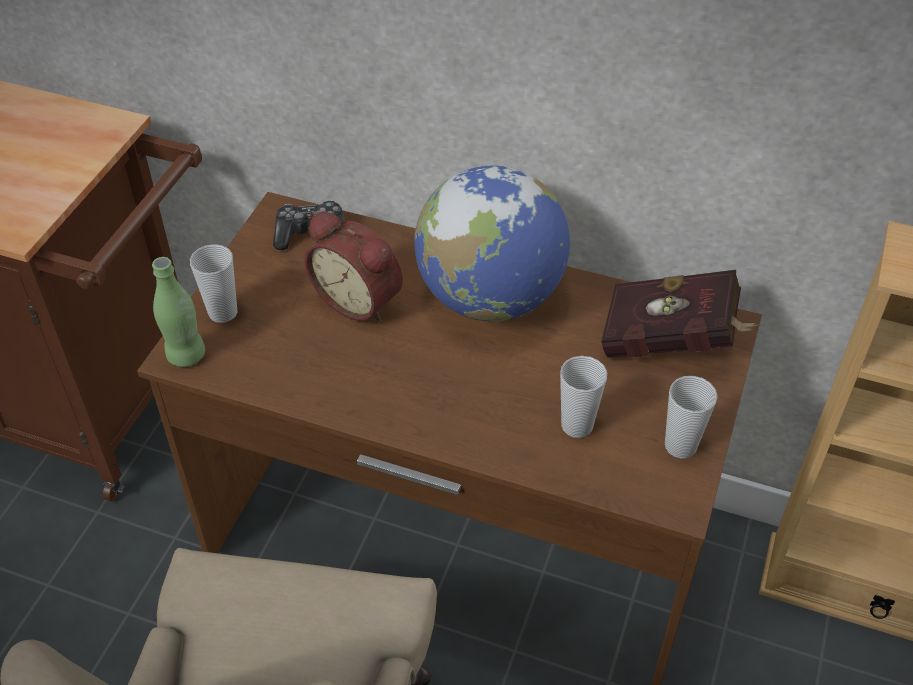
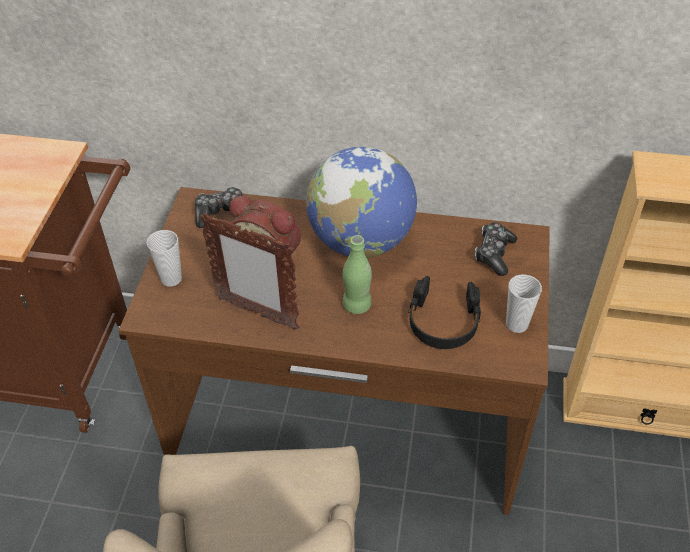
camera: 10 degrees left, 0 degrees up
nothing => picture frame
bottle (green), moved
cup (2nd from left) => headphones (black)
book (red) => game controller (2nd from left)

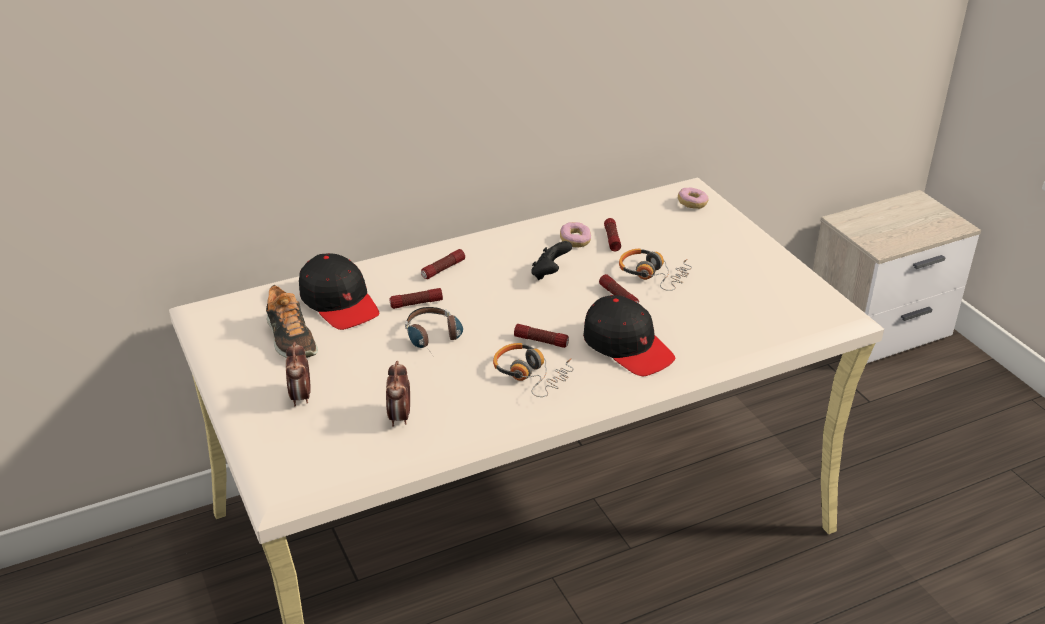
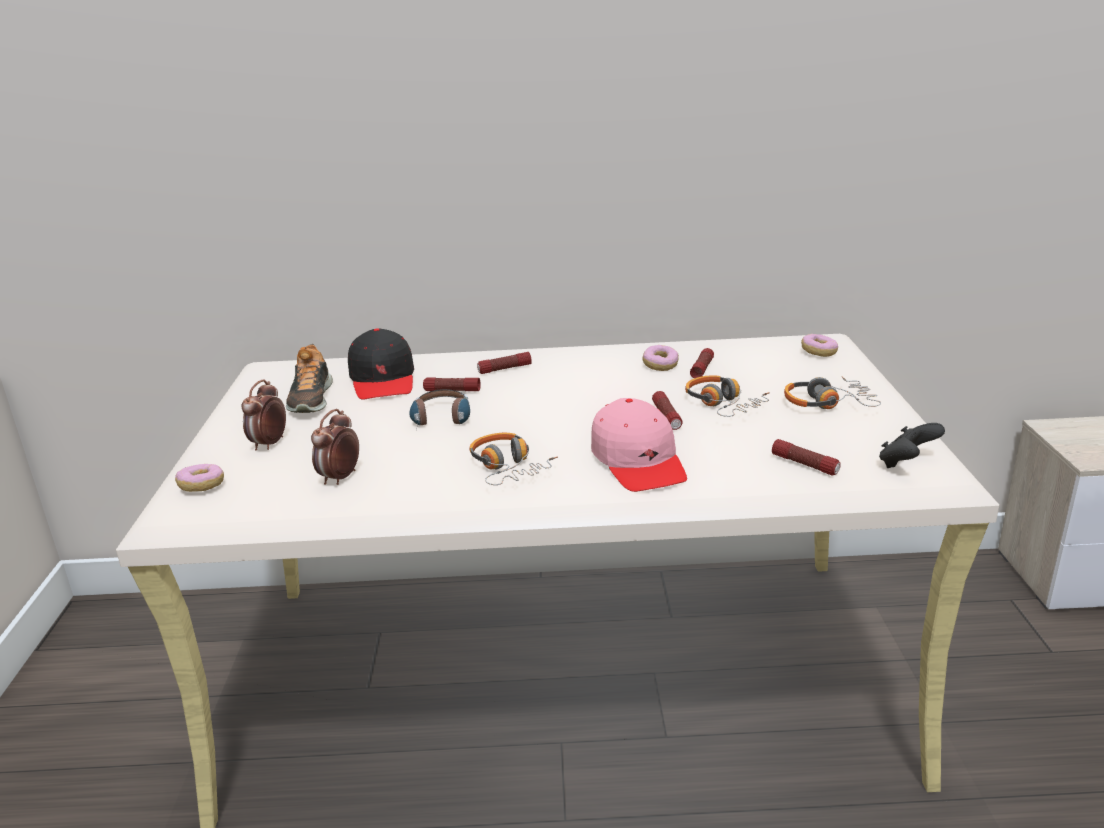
camera: 25 degrees right, 10 degrees down
nothing => donut (1st from left)
cap (black) (2nd from left) => cap (pink)
flashlight (3rd from left in the first image) => flashlight (5th from left), moved
nothing => headphones (4th from left)
game controller (black), moved

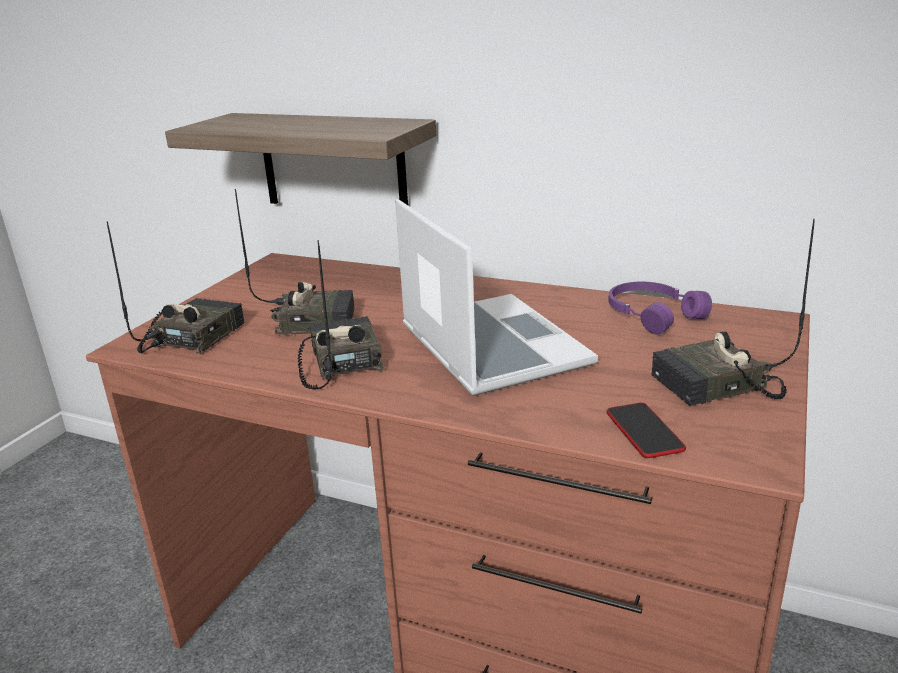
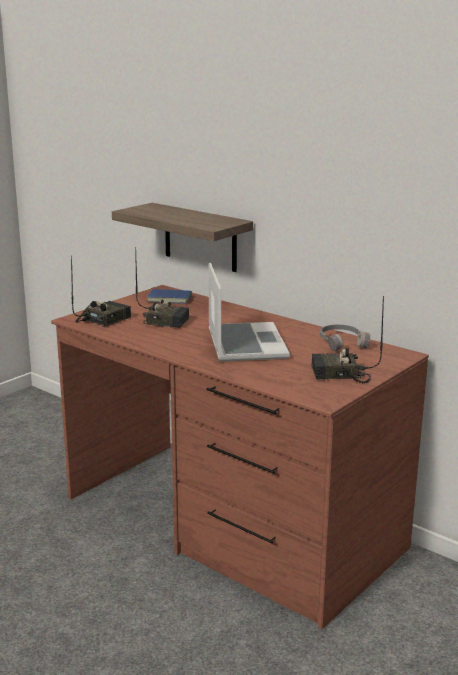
camera: 15 degrees right, 5 degrees down
nothing => book (blue)
headphones (purple) => headphones (grey)
radio (3rd from left) => nothing
phone => nothing

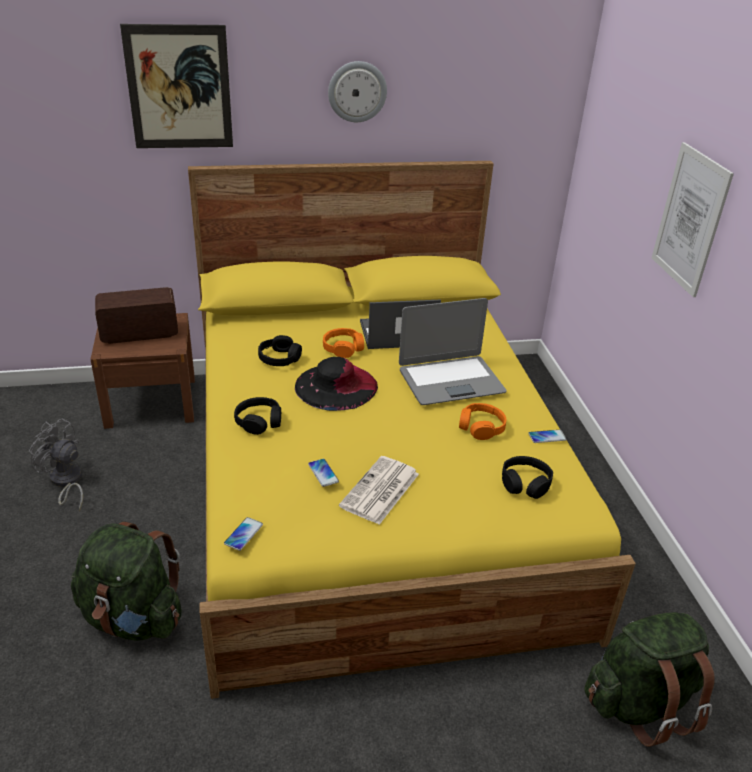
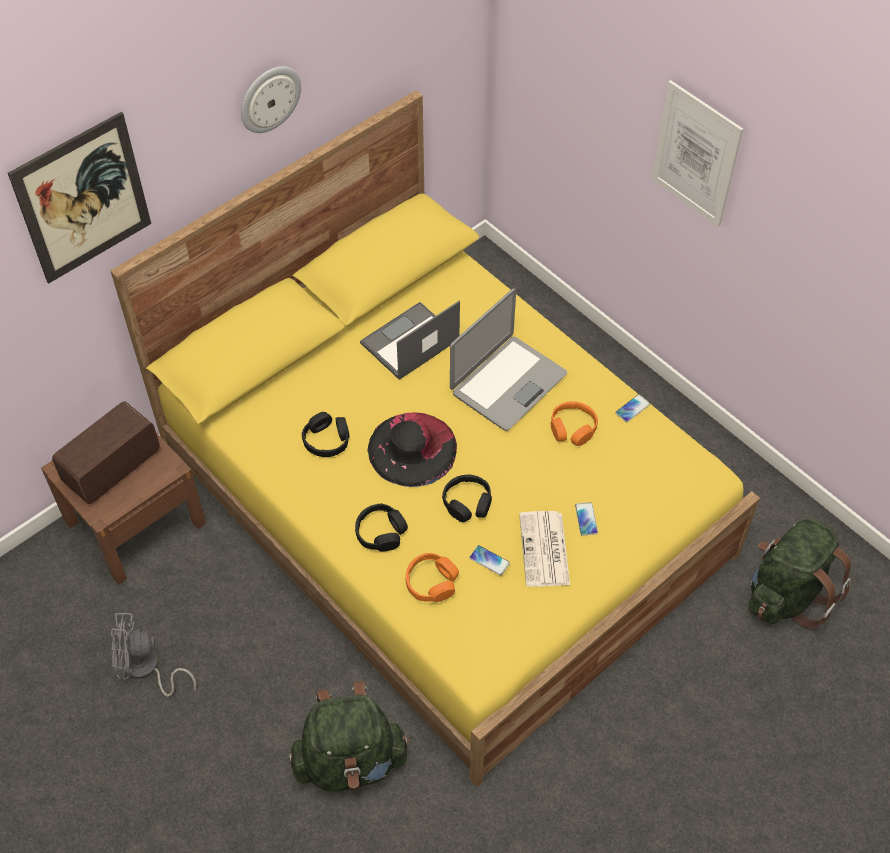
camera: 30 degrees left, 20 degrees up
headphones (orange) (1st from left), moved
headphones (black) (3rd from left), moved
phone (1st from left in the first image) => phone (2nd from left), moved

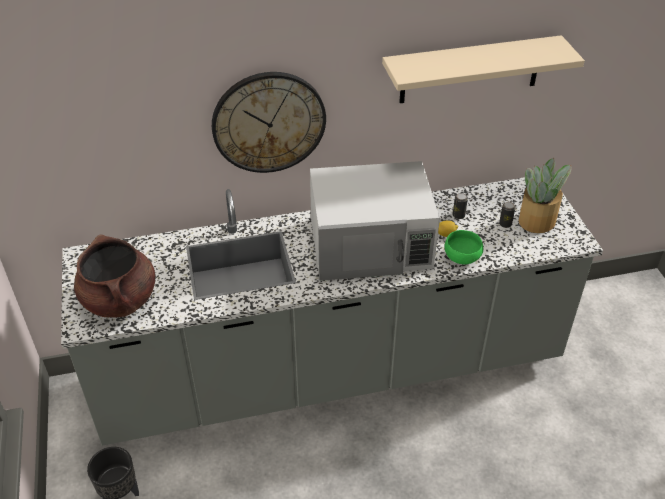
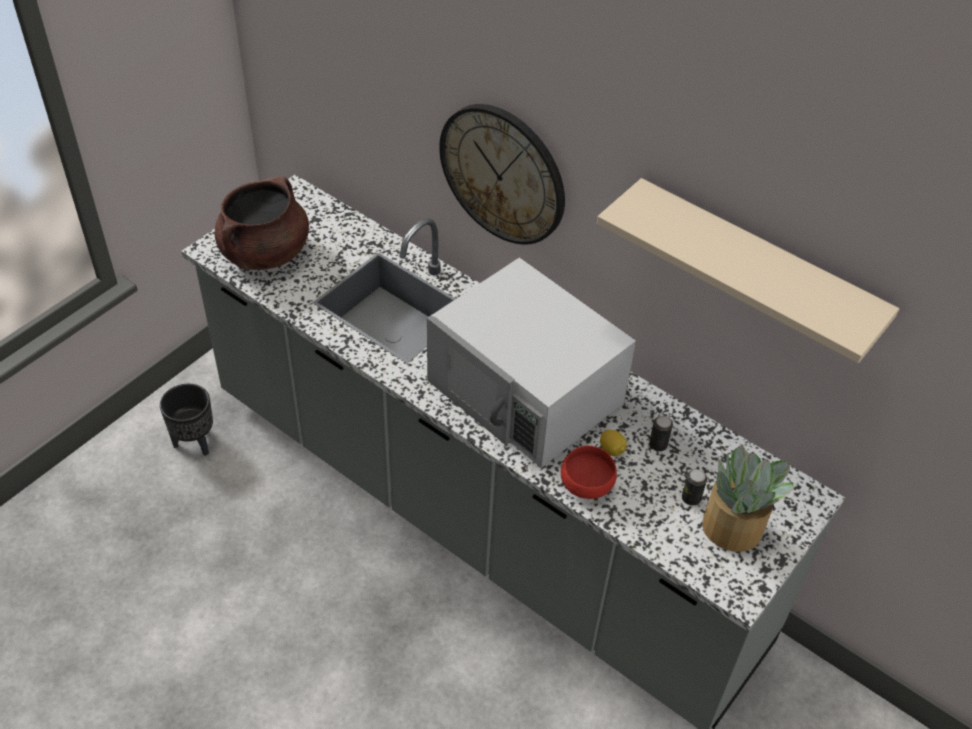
camera: 50 degrees right, 5 degrees up
bowl (green) => bowl (red)

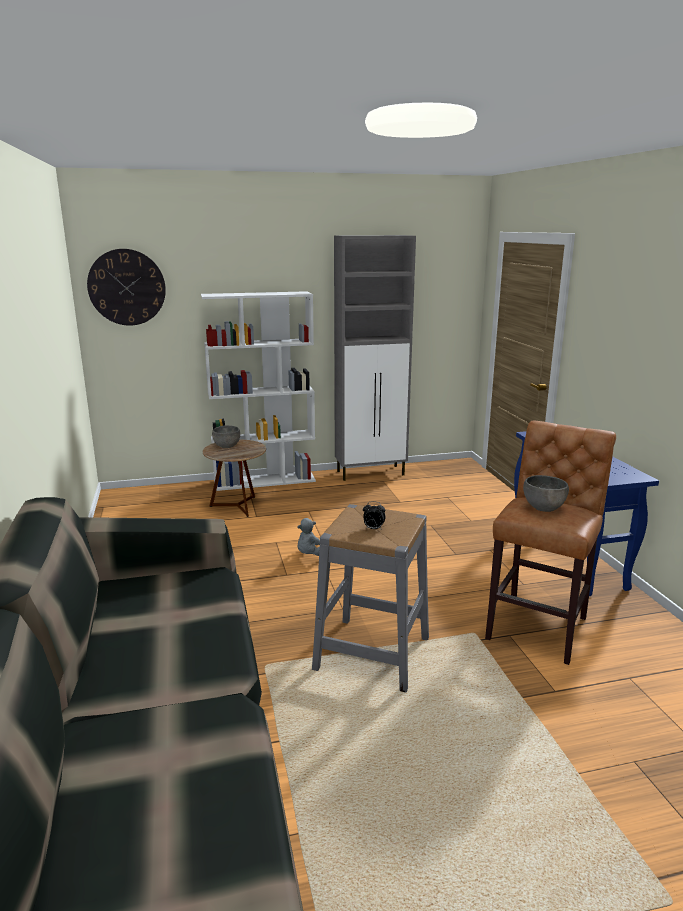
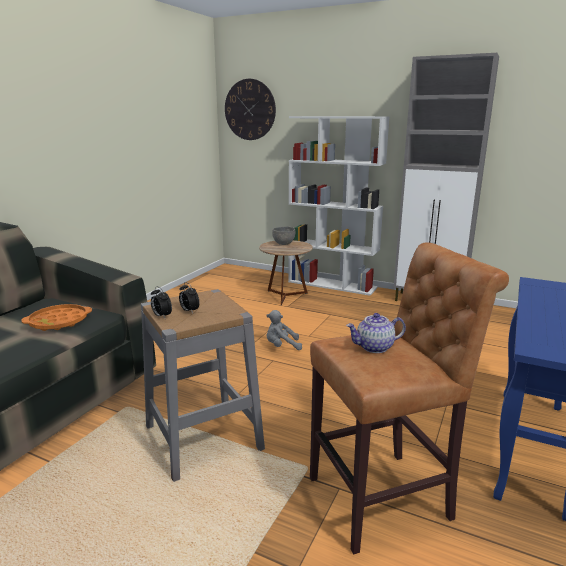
camera: 40 degrees right, 0 degrees up
nothing => tray (orange)
nothing => alarm clock (1st from left)
bowl (grey) (2nd from left) => teapot

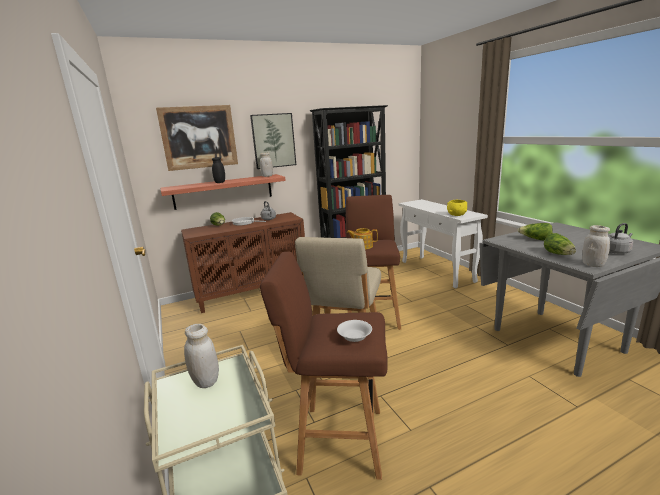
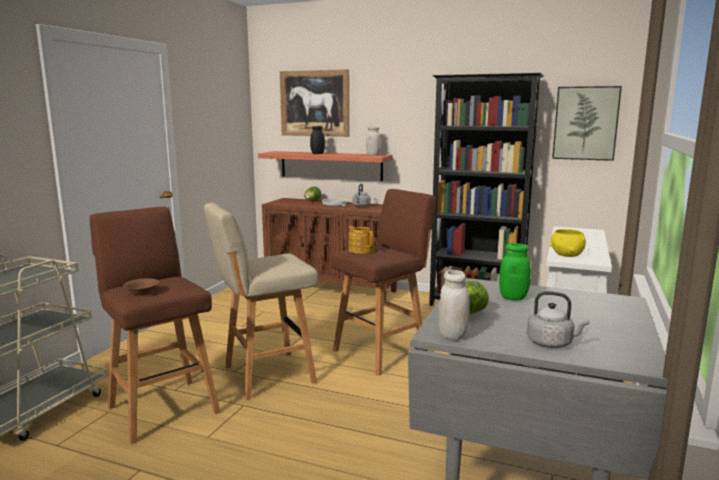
camera: 45 degrees right, 5 degrees down
bowl (white) => bowl (brown)
lettuce (2nd from left) => jar (green)
picture (2nd from left), moved
jar (white) (1st from left) => nothing

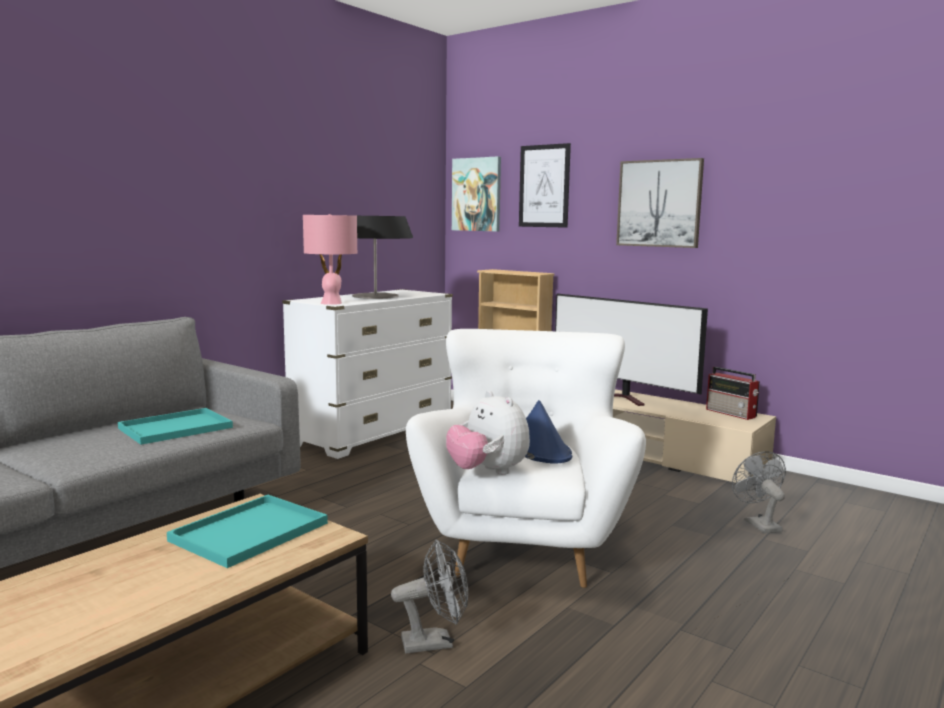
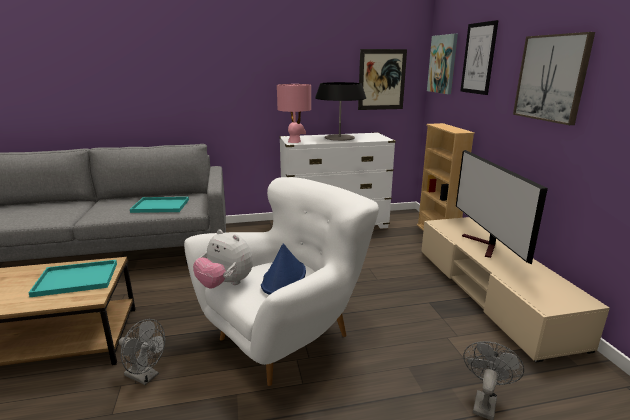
camera: 40 degrees right, 10 degrees up
plush toy, 60 degrees counterclockwise
nothing => picture (1st from left)
radio => nothing

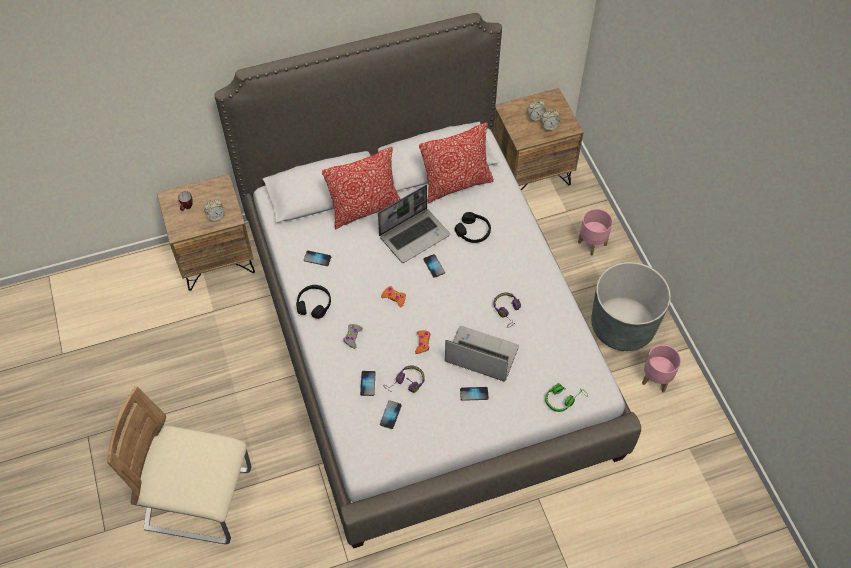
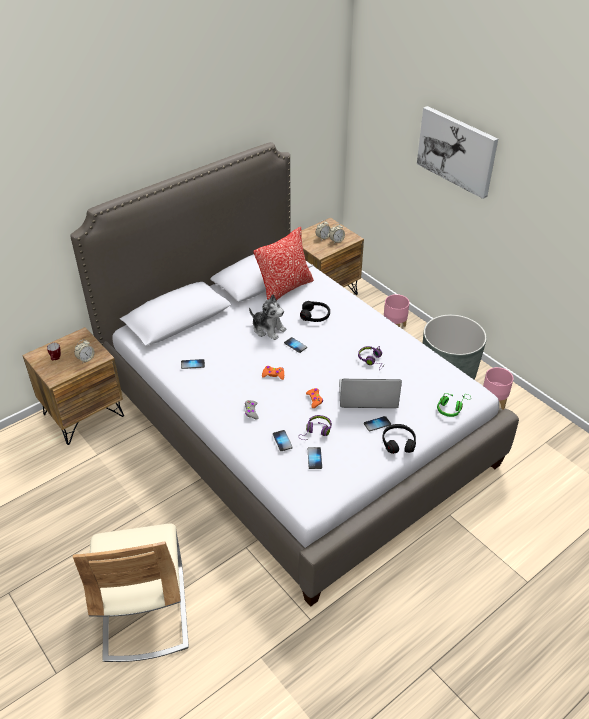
camera: 20 degrees left, 15 degrees down
chair (beige), 90 degrees counterclockwise
laptop (1st from left) => plush toy
headphones (black) (1st from left in the first image) => headphones (black) (2nd from left), moved
nothing => picture
pillow (1st from left) => nothing

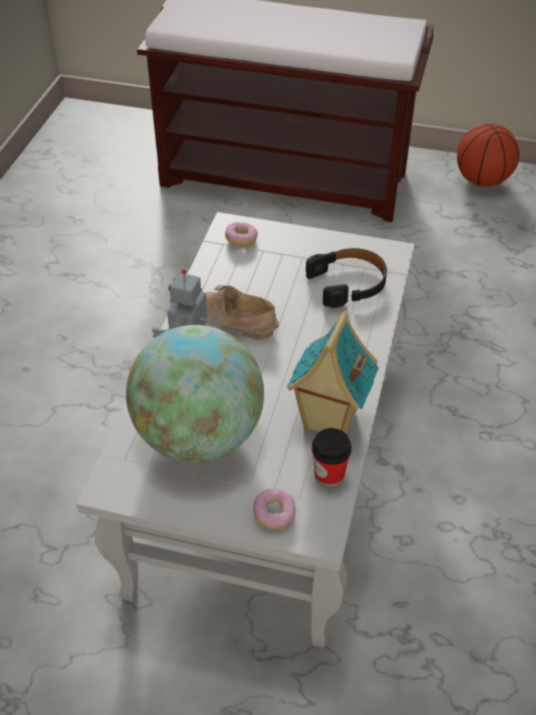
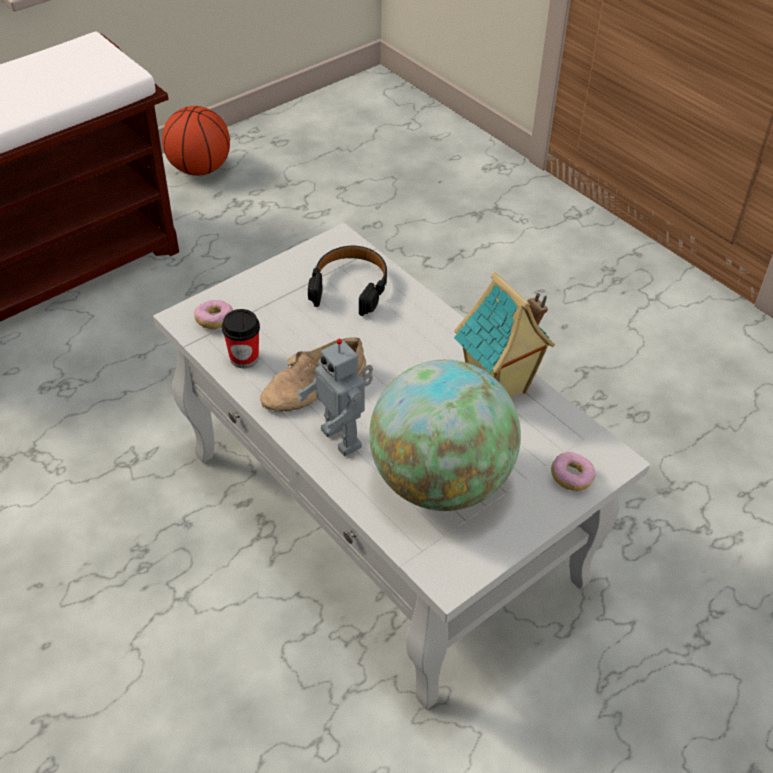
camera: 55 degrees left, 0 degrees up
cup, moved

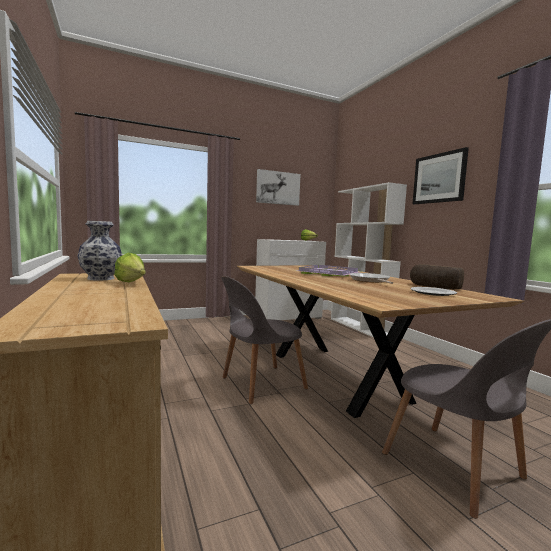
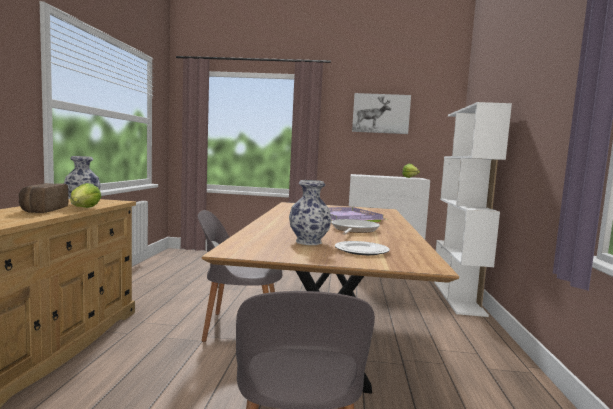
camera: 30 degrees right, 0 degrees up
bread, moved
nothing => vase (2nd from left)
picture (2nd from left) => nothing

